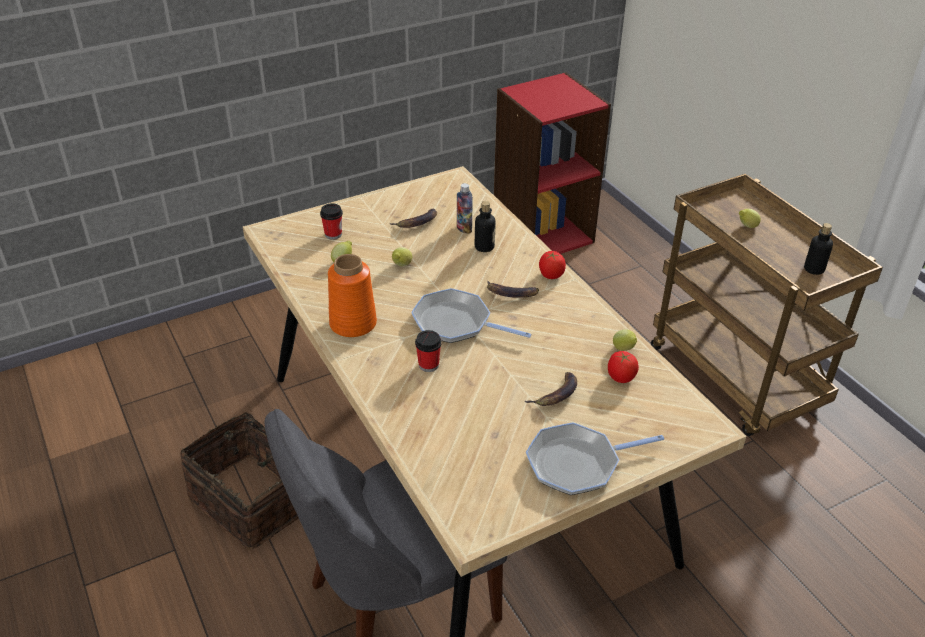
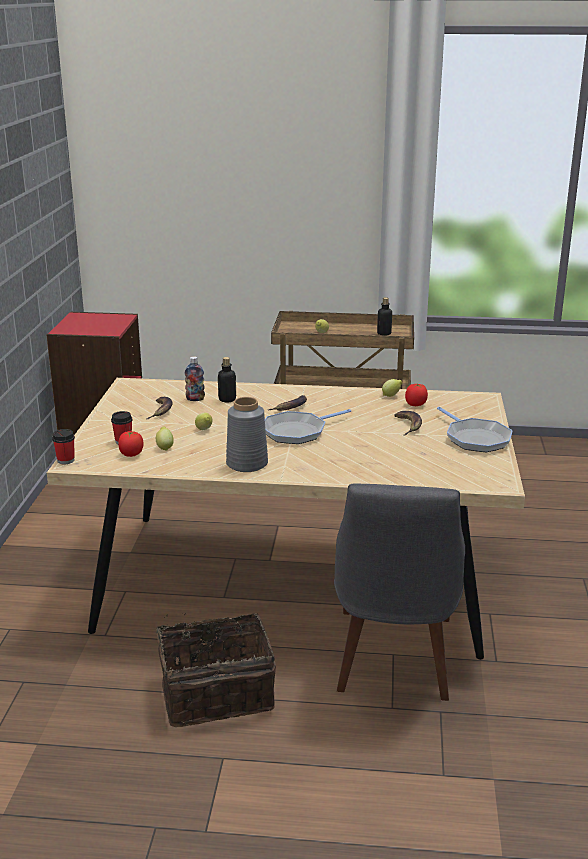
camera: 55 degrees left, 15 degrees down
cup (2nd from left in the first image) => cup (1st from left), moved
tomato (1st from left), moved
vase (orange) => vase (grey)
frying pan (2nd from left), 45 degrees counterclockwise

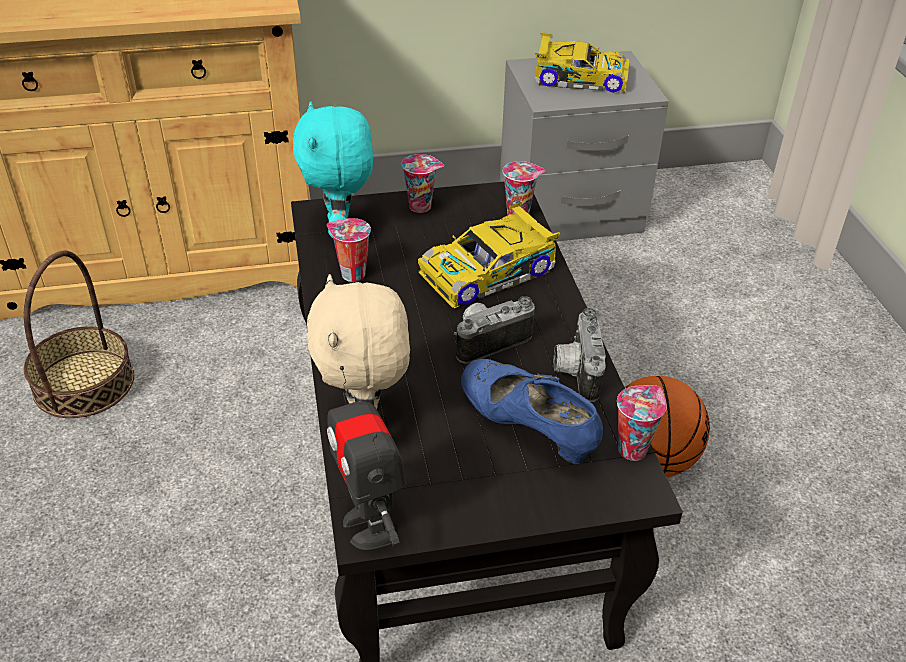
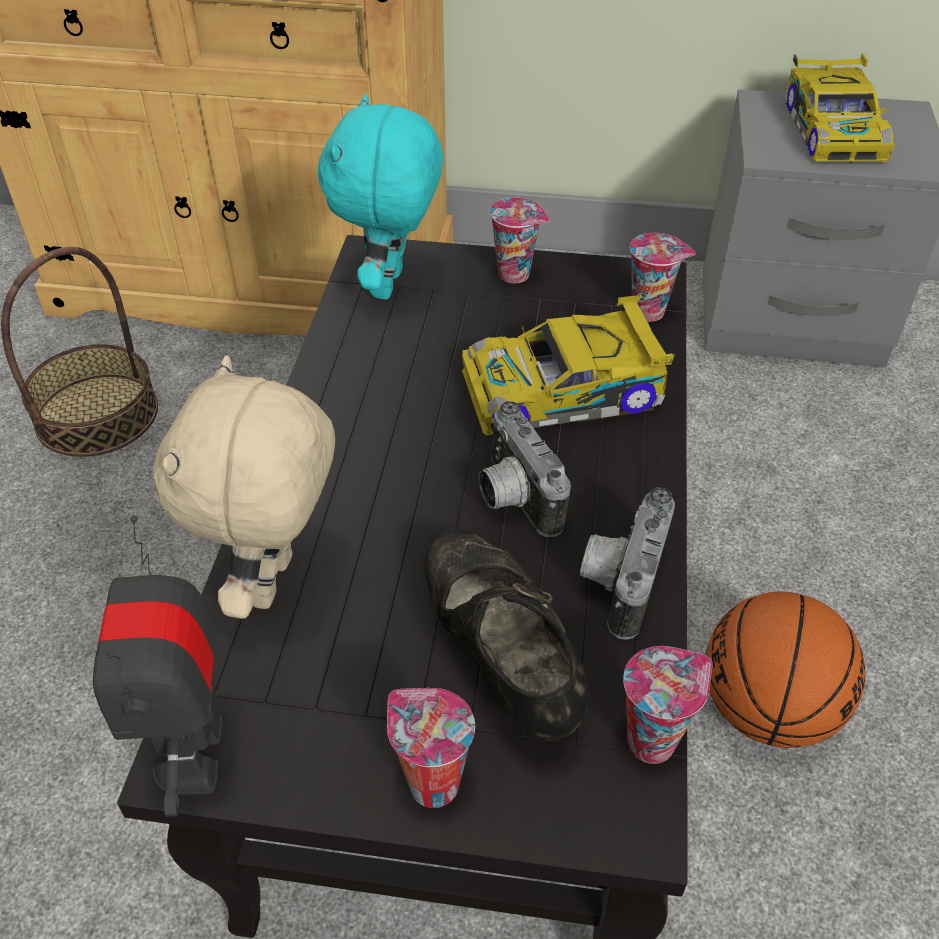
camera: 20 degrees right, 5 degrees up
cup (1st from left), moved
shoe (blue) => shoe (black)
photo camera (1st from left), 105 degrees counterclockwise
toy car (2nd from left), 60 degrees clockwise

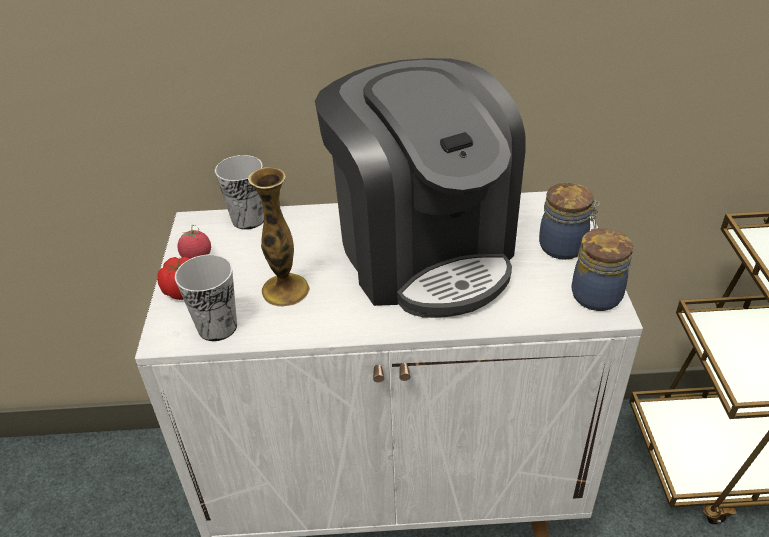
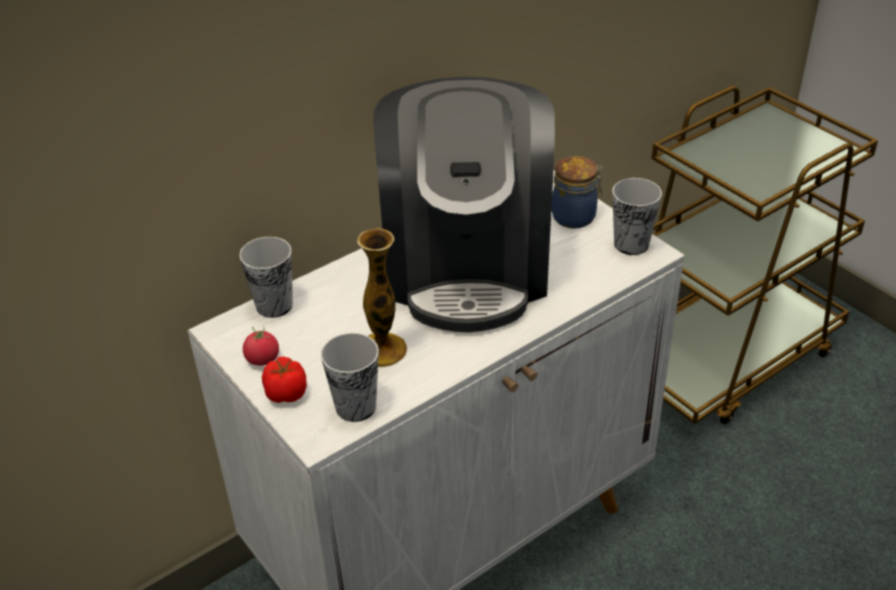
camera: 35 degrees left, 0 degrees up
coffee machine, 60 degrees clockwise
jar (2nd from left) => cup (3rd from left)

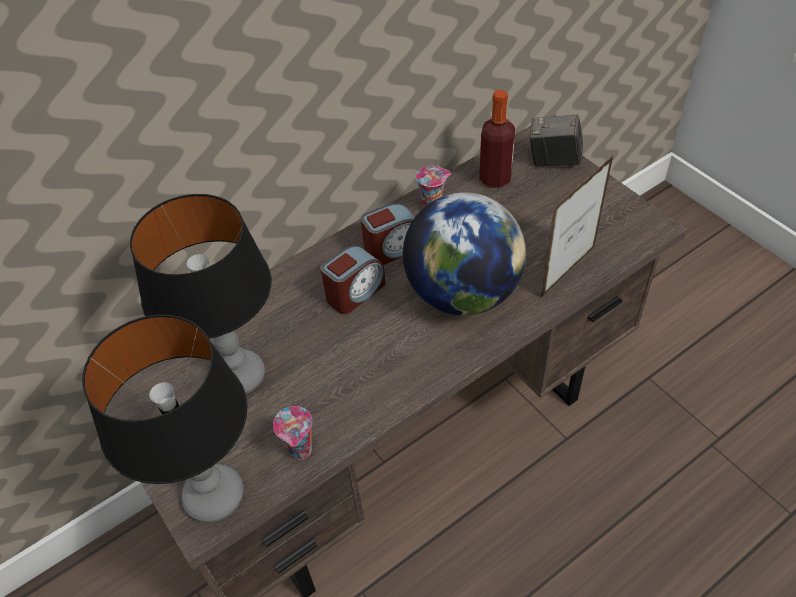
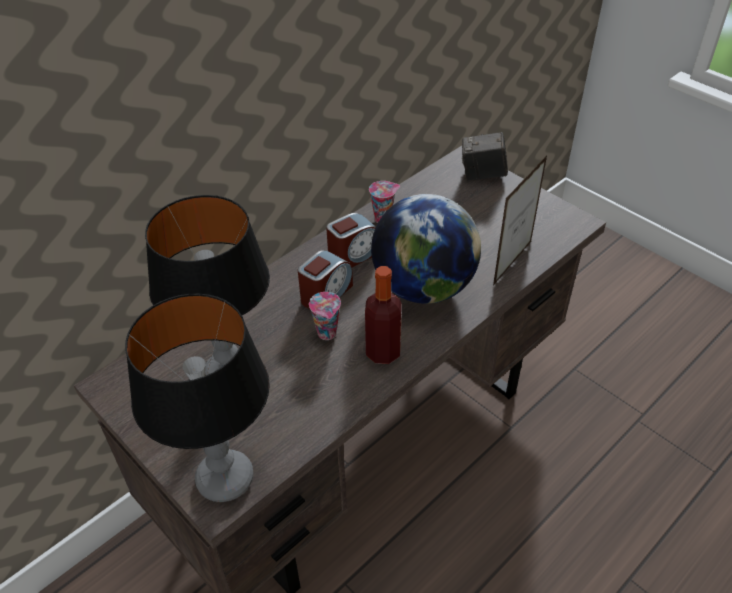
camera: 10 degrees left, 5 degrees down
cup (1st from left), moved
bottle, moved

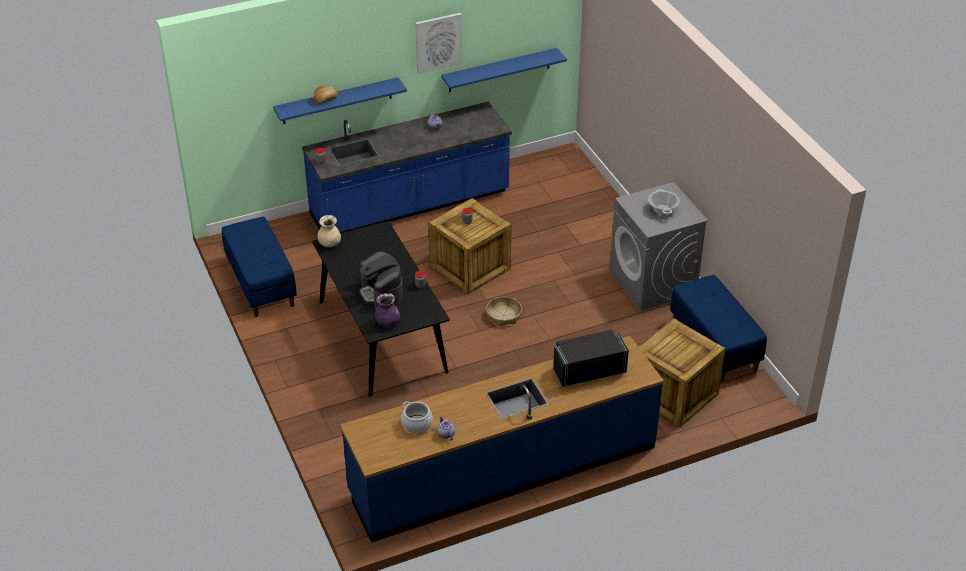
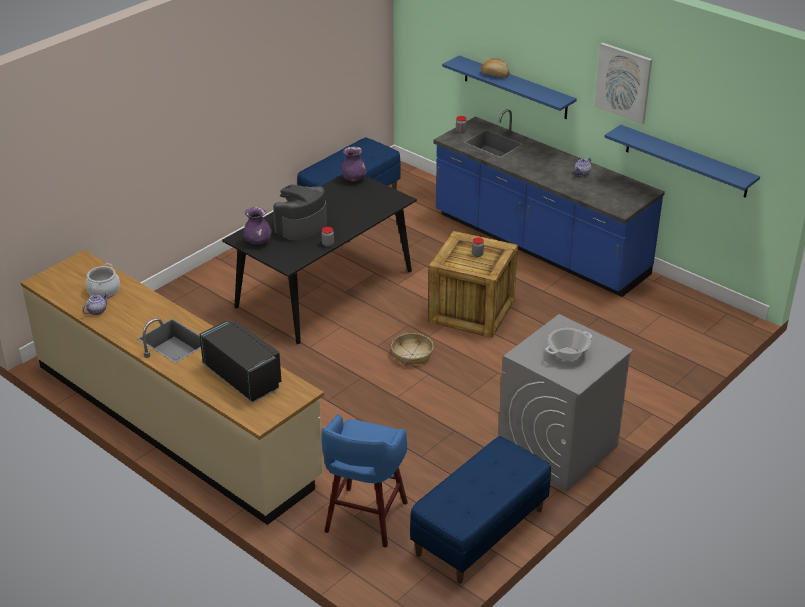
camera: 65 degrees right, 5 degrees down
counter (blue) (2nd from left) => counter (beige)
crate (2nd from left) => stool (blue)
vase (beige) => vase (purple) (2nd from left)

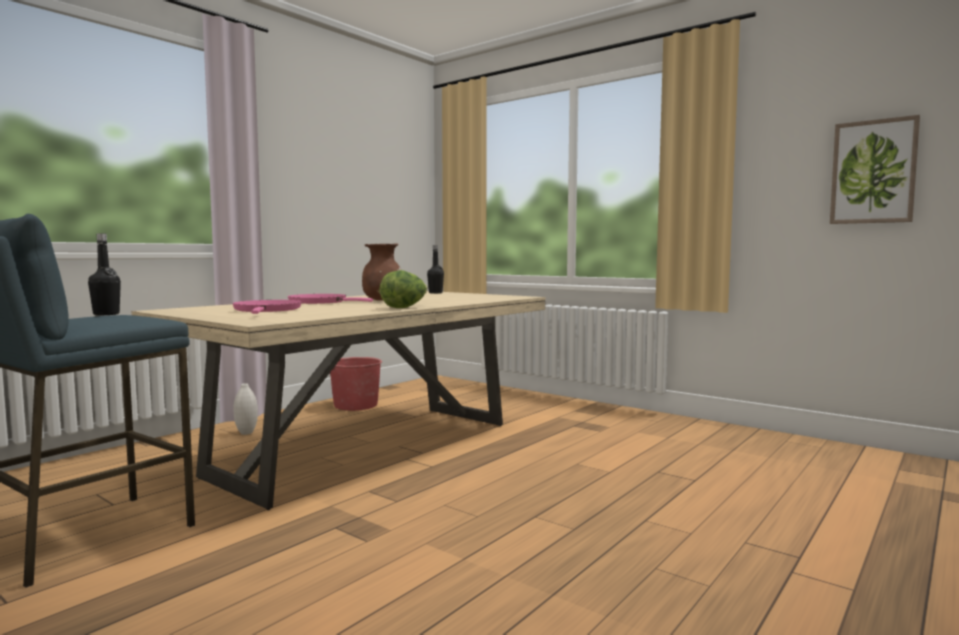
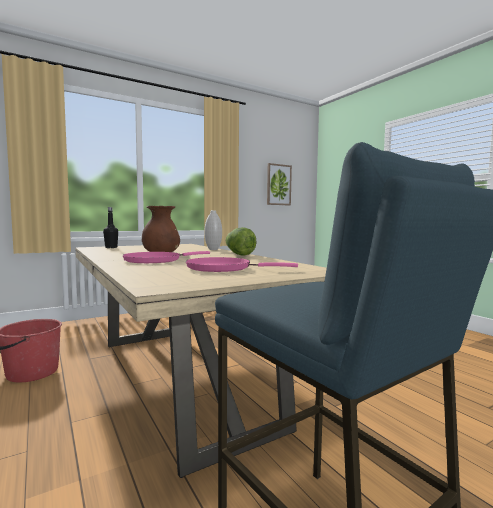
camera: 70 degrees left, 0 degrees up
vase (white), moved
bottle (black) (1st from left) => nothing

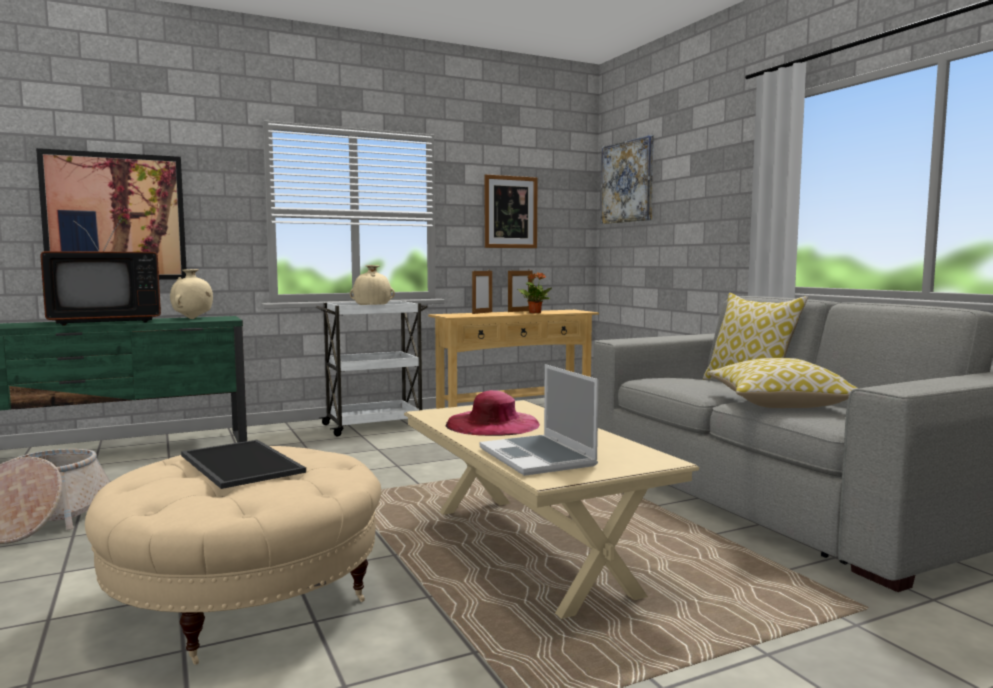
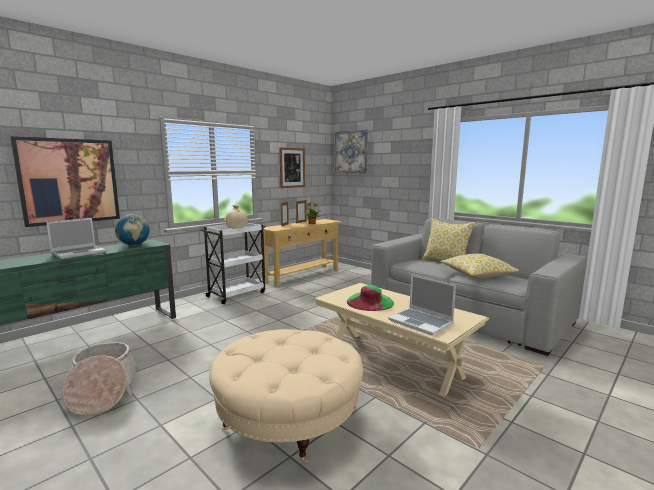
camera: 20 degrees left, 5 degrees up
television => laptop (1st from left)
vase (beige) (1st from left) => globe
hat (pink) => hat (green)
tray => nothing

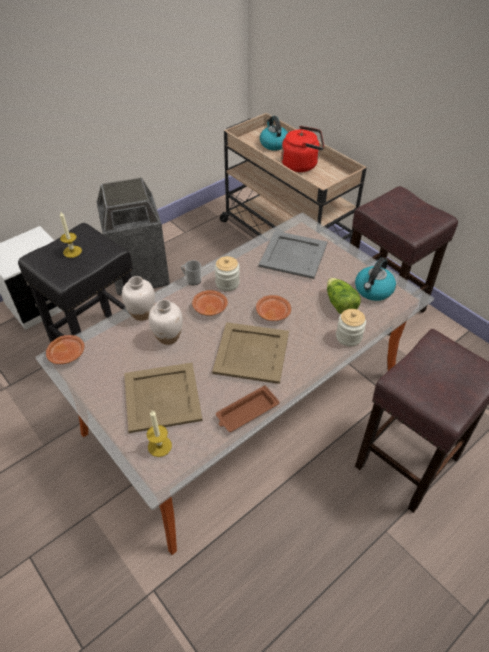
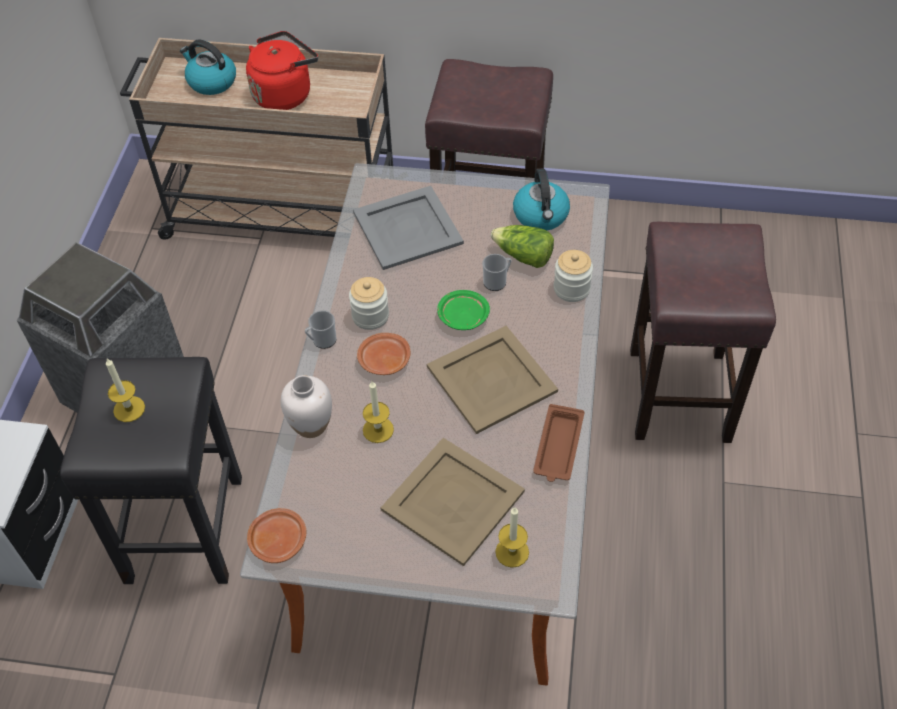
camera: 40 degrees left, 5 degrees up
vase (white) (2nd from left) => candle (2nd from left)
plate (brown) (3rd from left) => plate (green)
nothing => mug (2nd from left)

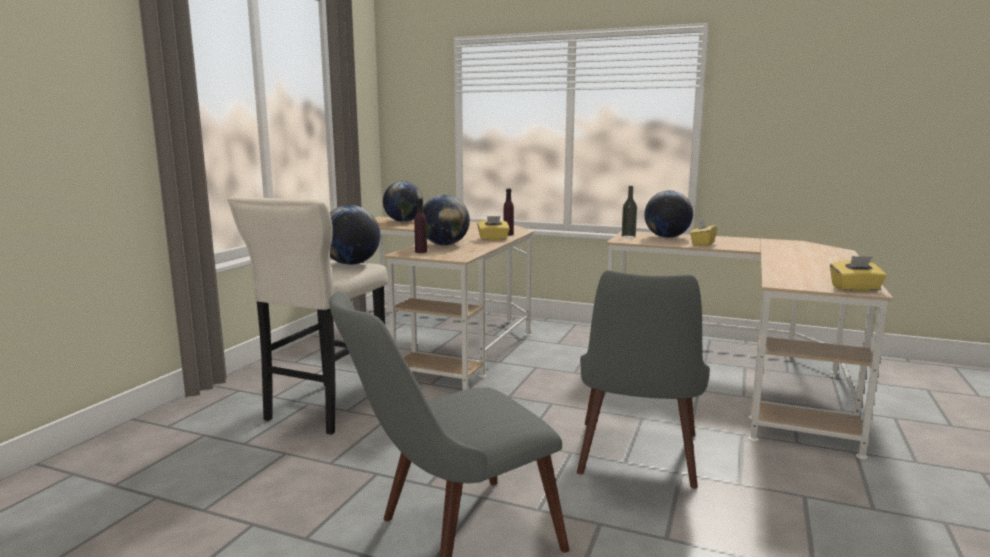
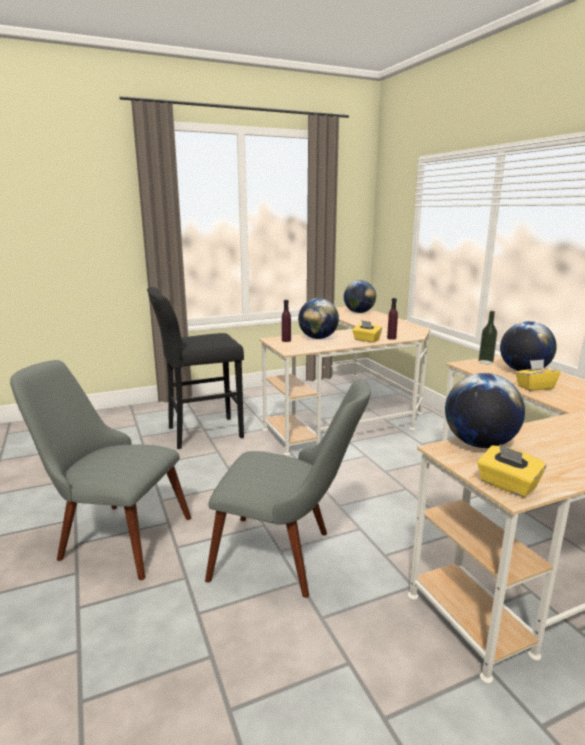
camera: 45 degrees right, 5 degrees up
stool (beige) => stool (black)
chair (grey) (2nd from left), 135 degrees counterclockwise
globe (1st from left in the first image) => globe (3rd from left), moved

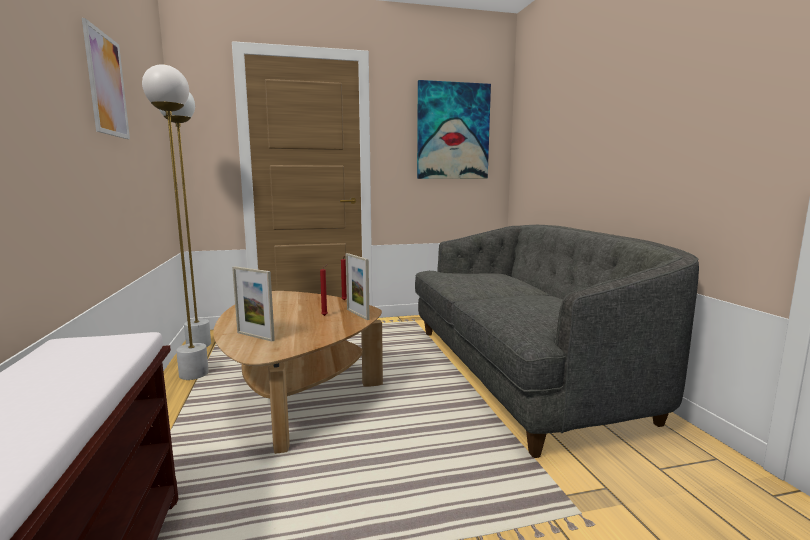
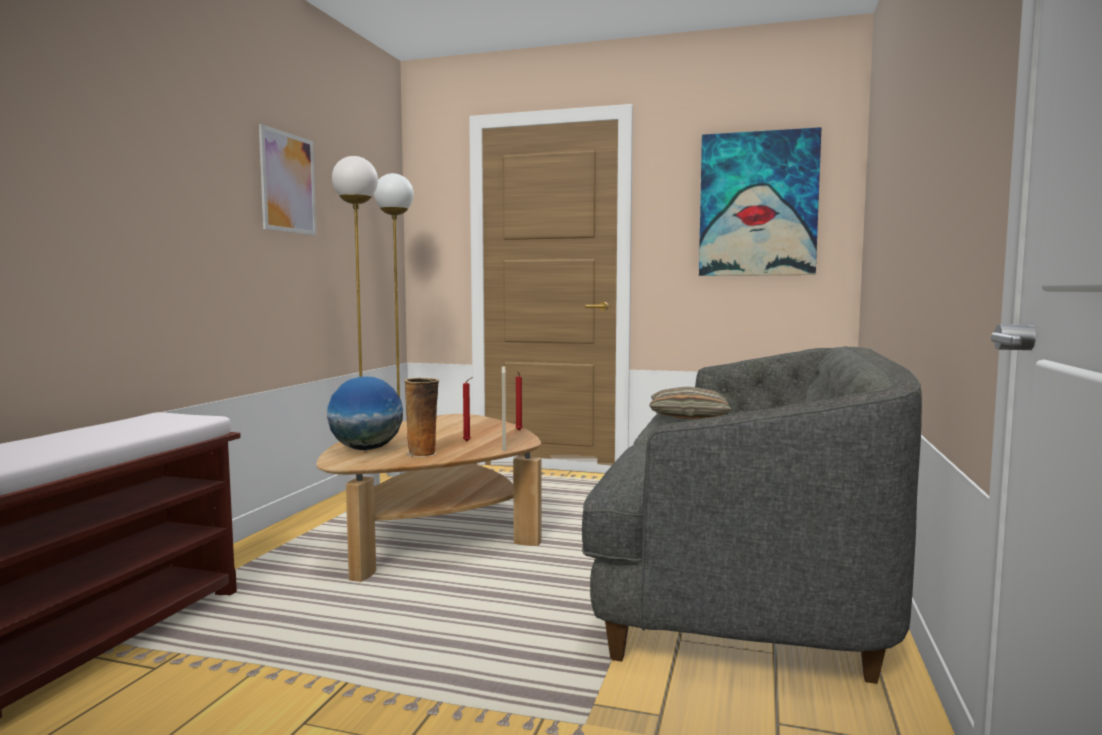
camera: 30 degrees right, 5 degrees down
picture frame (1st from left) => globe
nothing => vase
nothing => pillow

